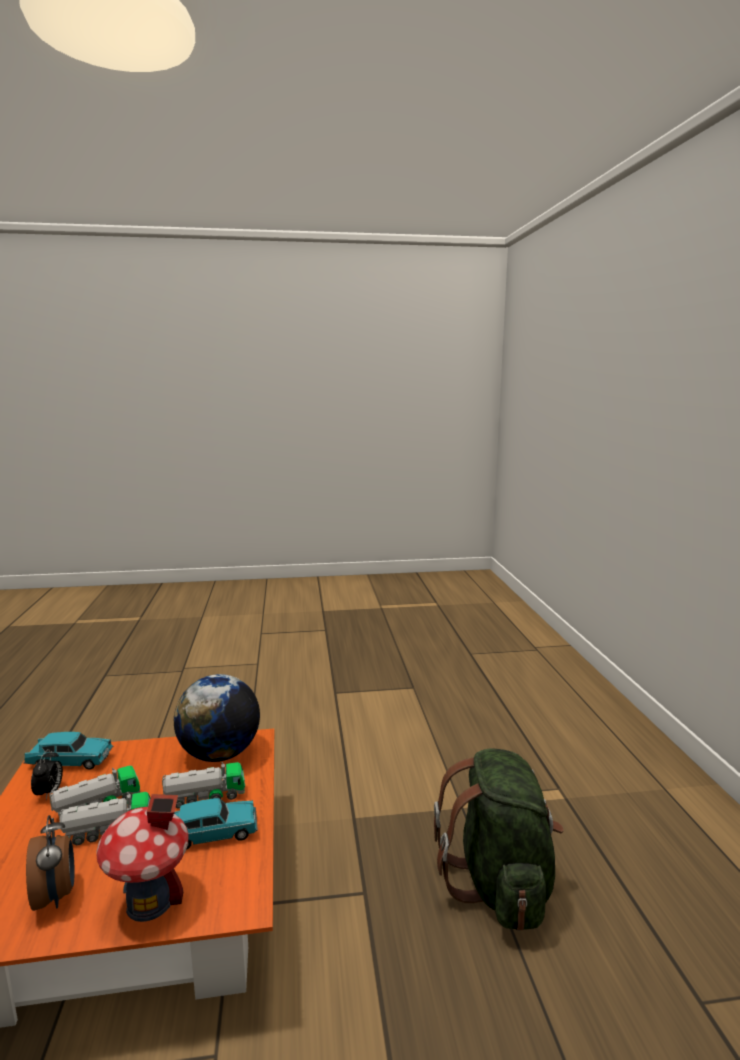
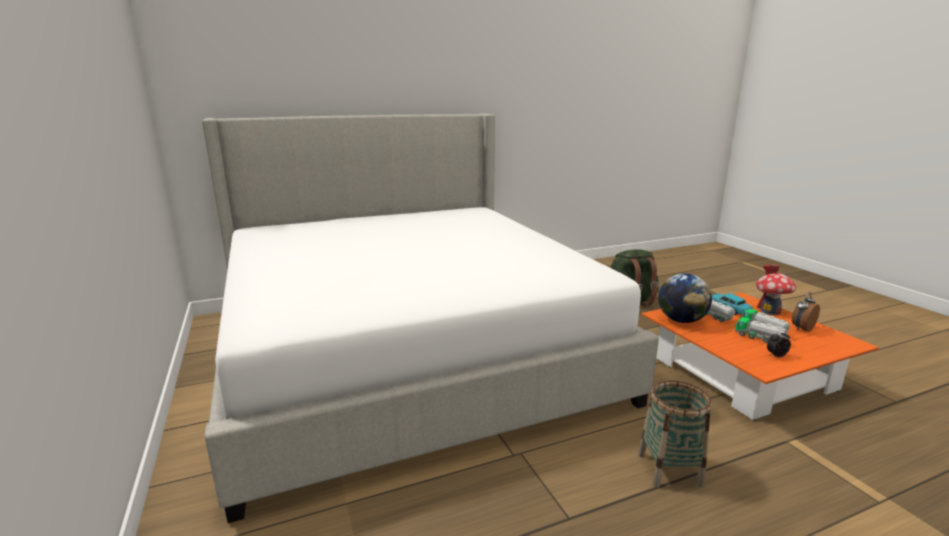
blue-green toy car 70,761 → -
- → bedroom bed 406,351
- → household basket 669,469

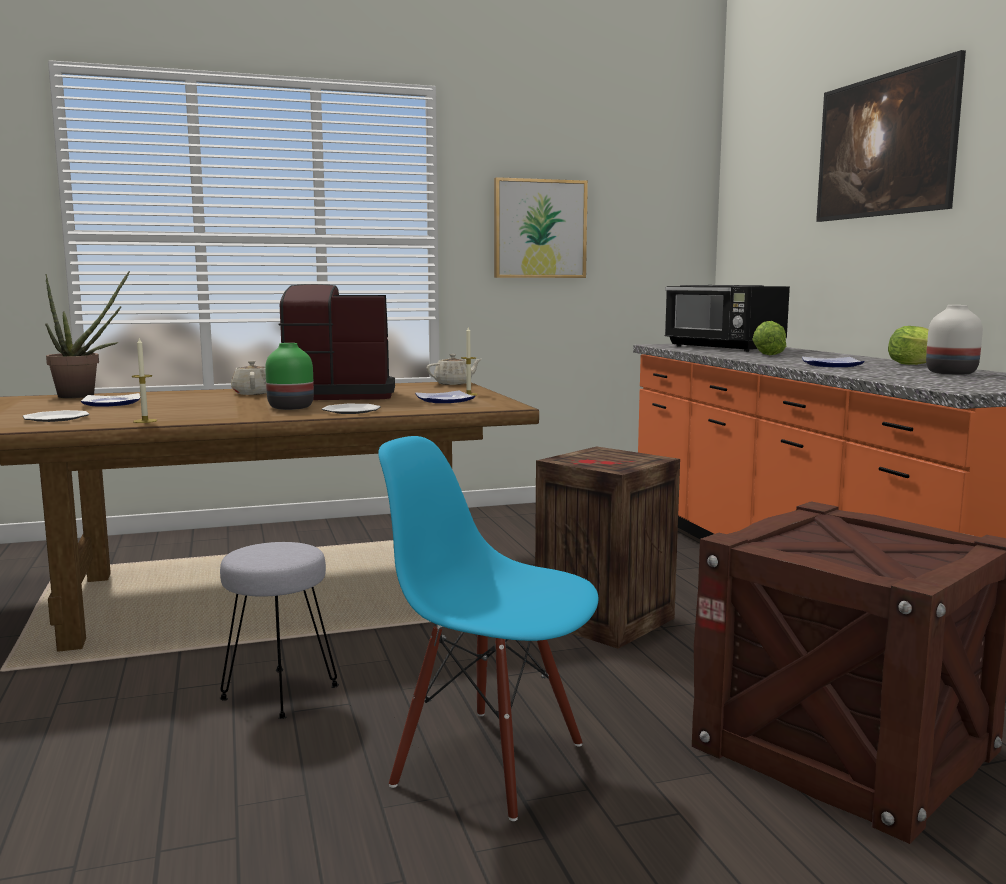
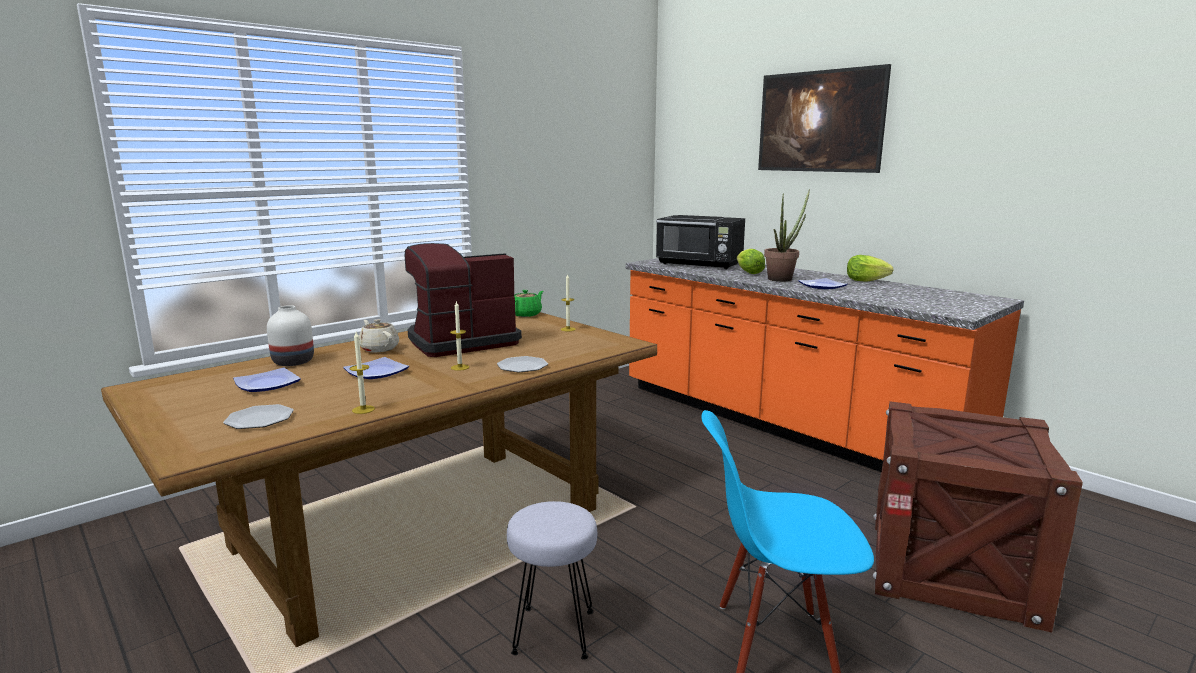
wall picture 540,229 → -
shipping crate 605,621 → -
houseplant 84,396 → houseplant 783,278, relocated
dinner plate 445,400 → dinner plate 377,372, relocated
white flower vase 952,373 → white flower vase 294,362, relocated
green flower vase 292,407 → wax light 460,367
beige-coloured teapot 454,383 → green teapot 526,314

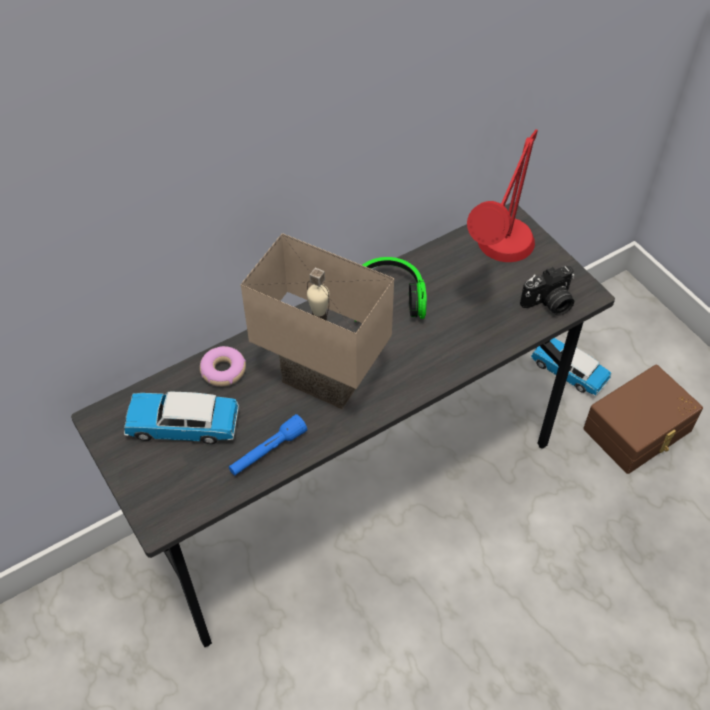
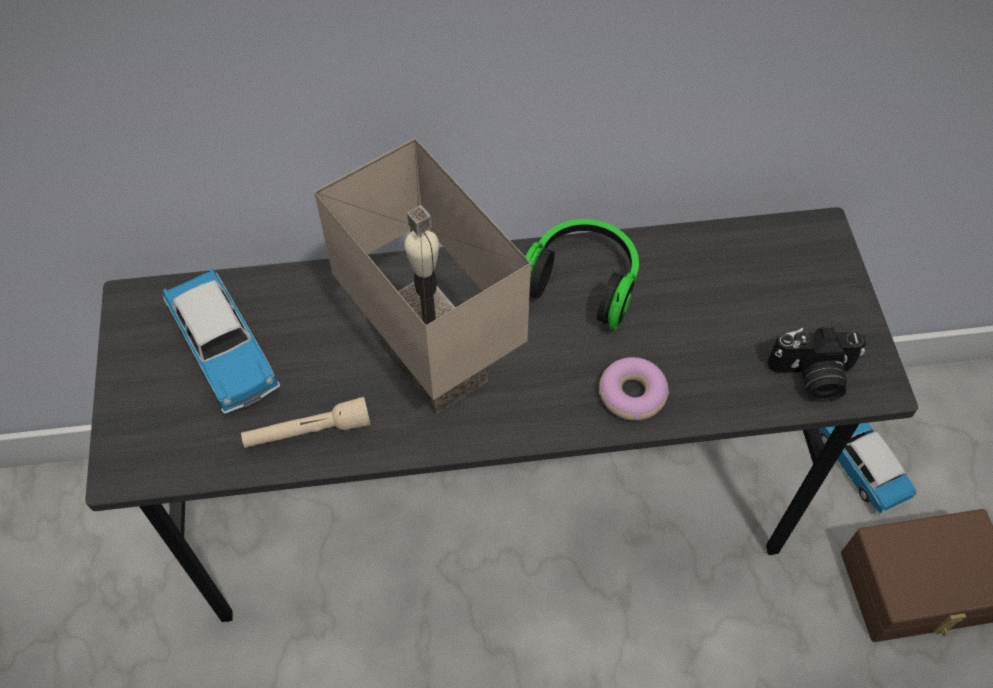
red tabletop lamp 496,261 → -
ring doughnut 223,371 → ring doughnut 632,394, relocated
bluish hand torch 267,451 → beige-coloured hand torch 307,432
toy car 182,425 → toy car 224,351, 150 degrees counterclockwise

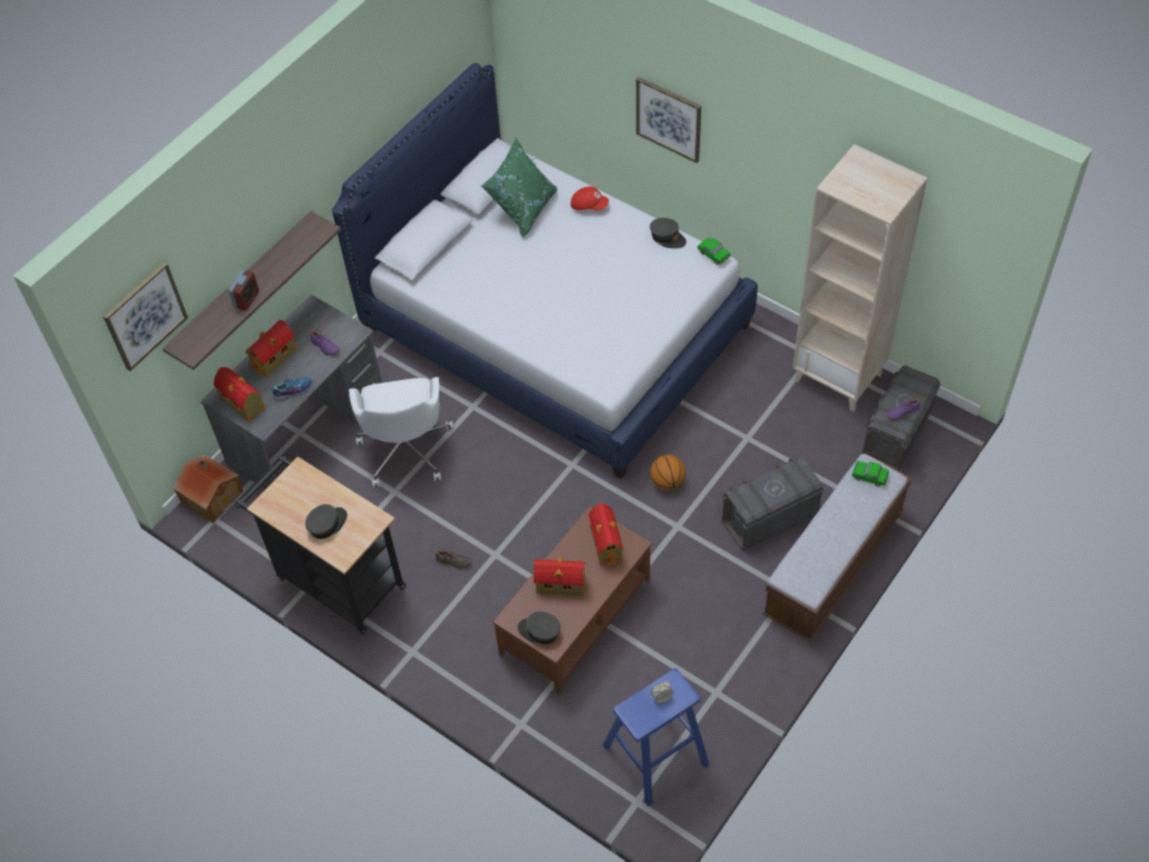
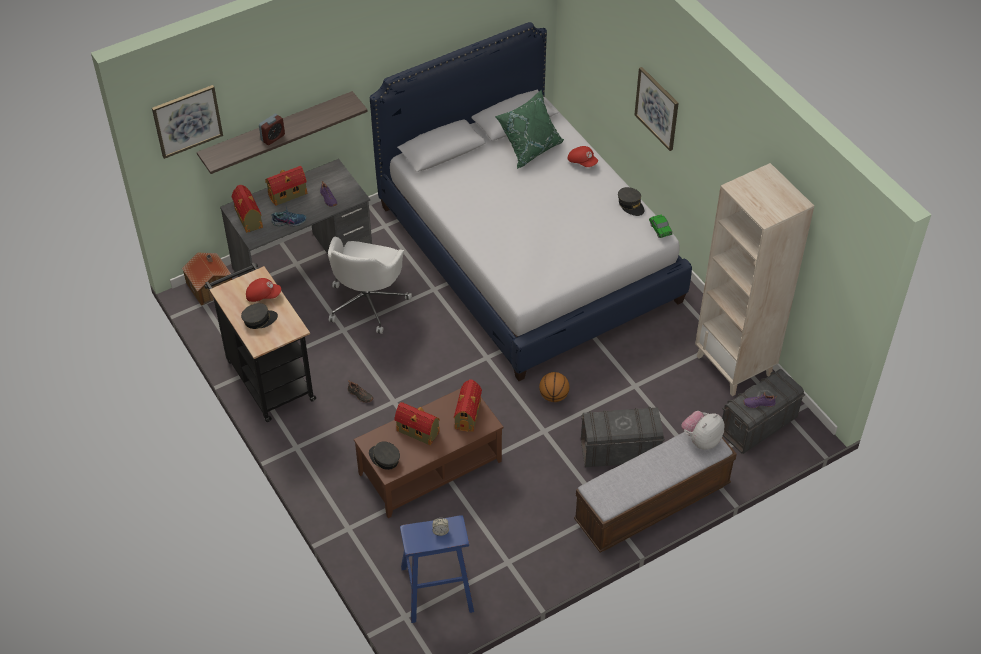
- → red baseball cap 263,295
toy car 869,476 → soft toy 701,440

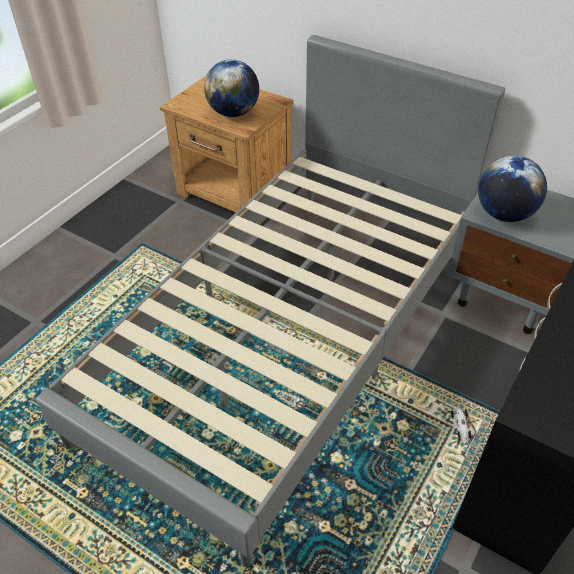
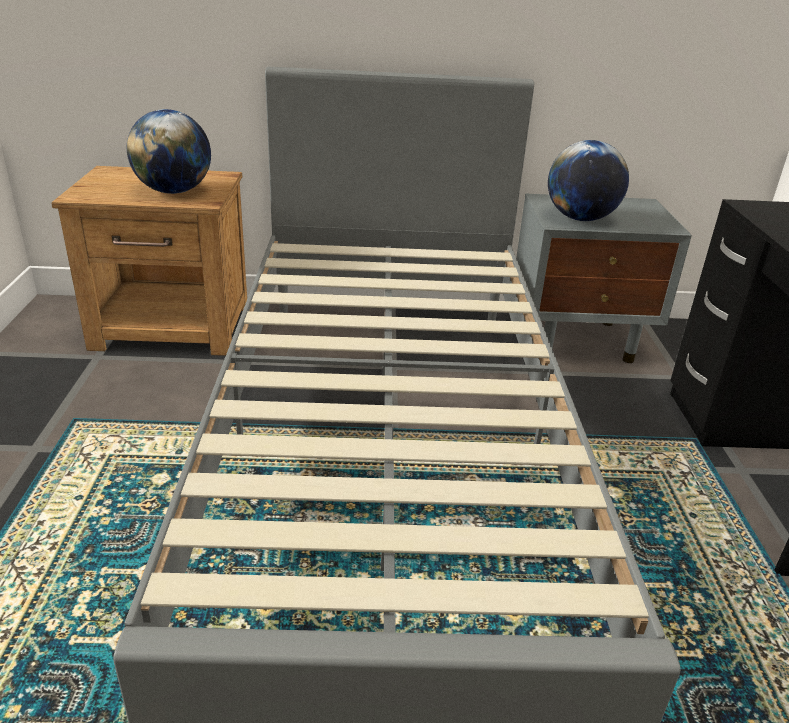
toy car 461,427 → -

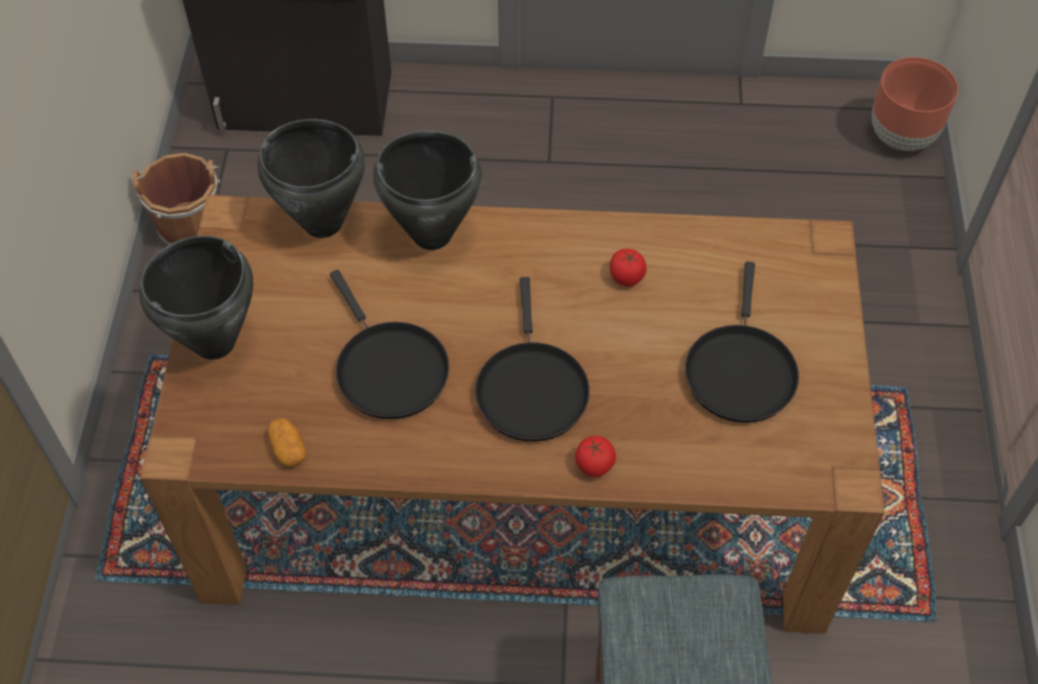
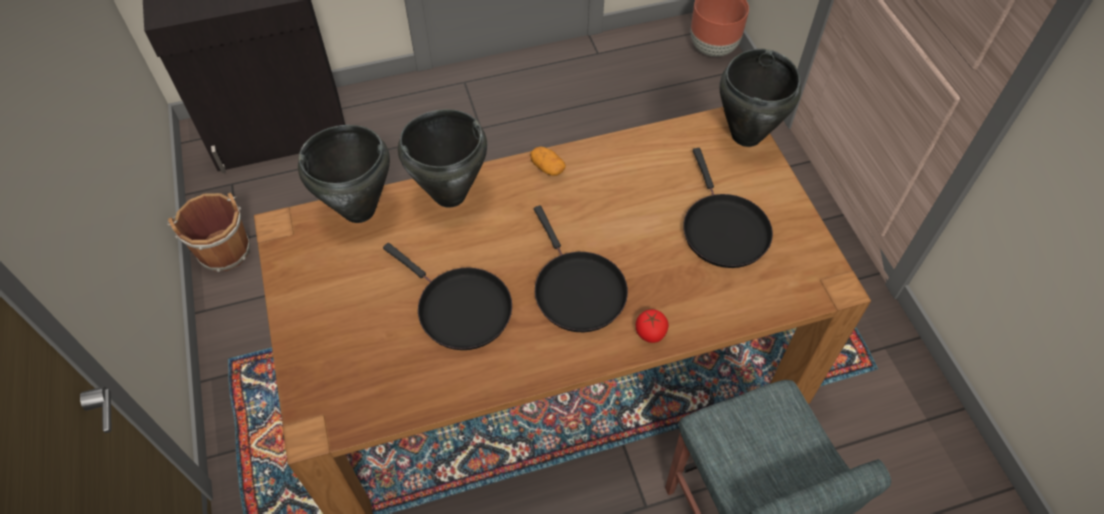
tomato 626,277 → -
blackish saucepot 213,342 → blackish saucepot 745,135, relocated
spud 288,449 → spud 547,168, relocated

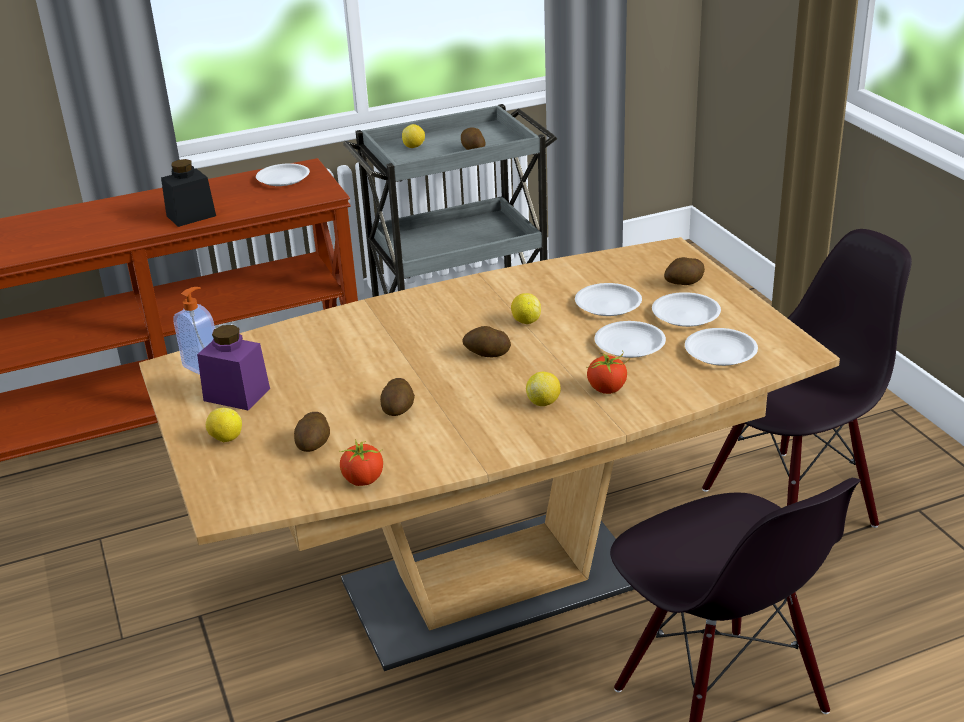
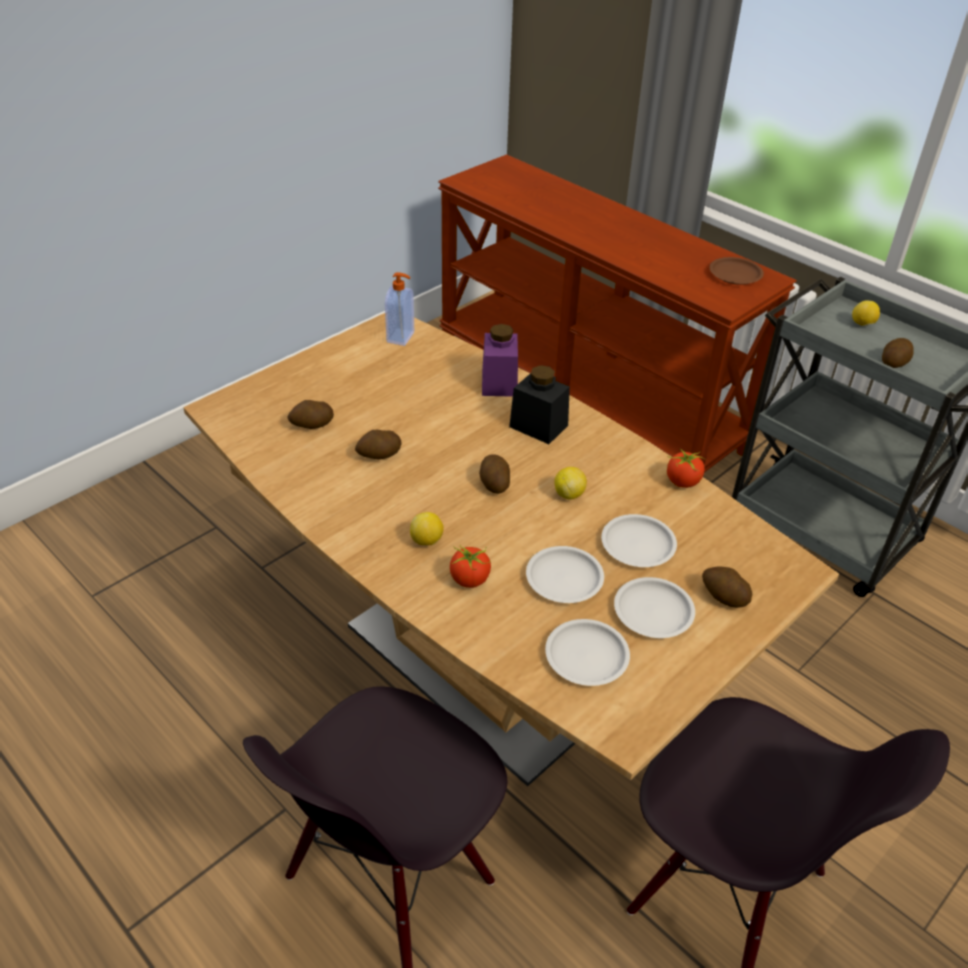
lemon 226,439 → -
blackish storage jar 191,216 → blackish storage jar 538,426, relocated
purple-coloured storage jar 237,394 → purple-coloured storage jar 499,383, relocated
tomato 363,480 → tomato 682,482, relocated
white dinner plate 283,178 → brownish dinner plate 735,275

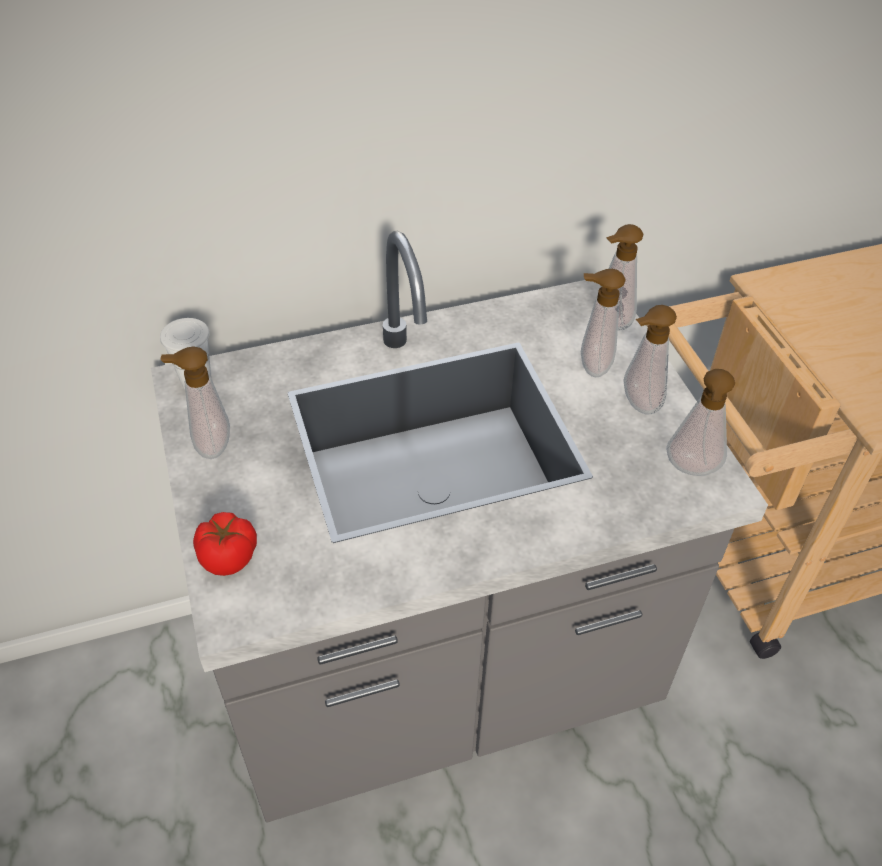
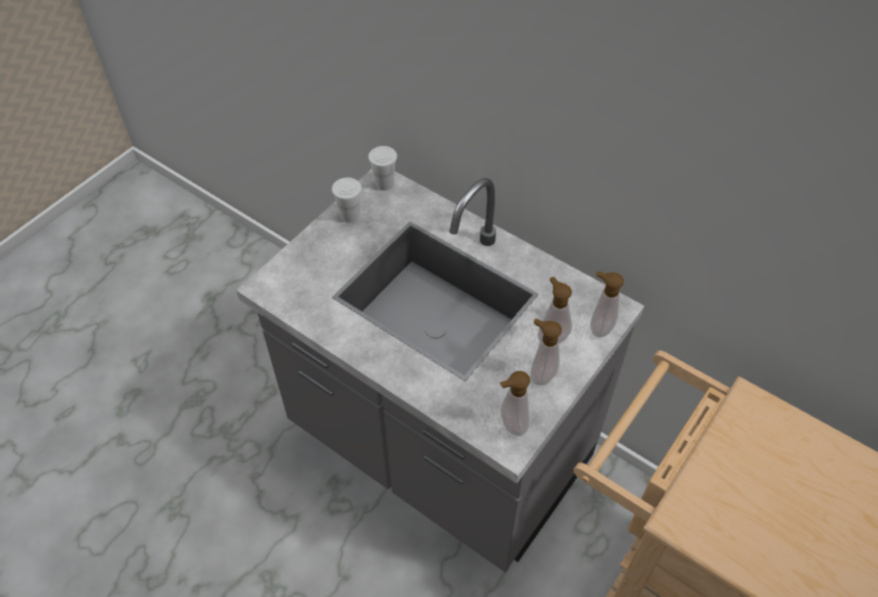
tomato 230,557 → -
soap dispenser 209,446 → white drinking cup 349,216

